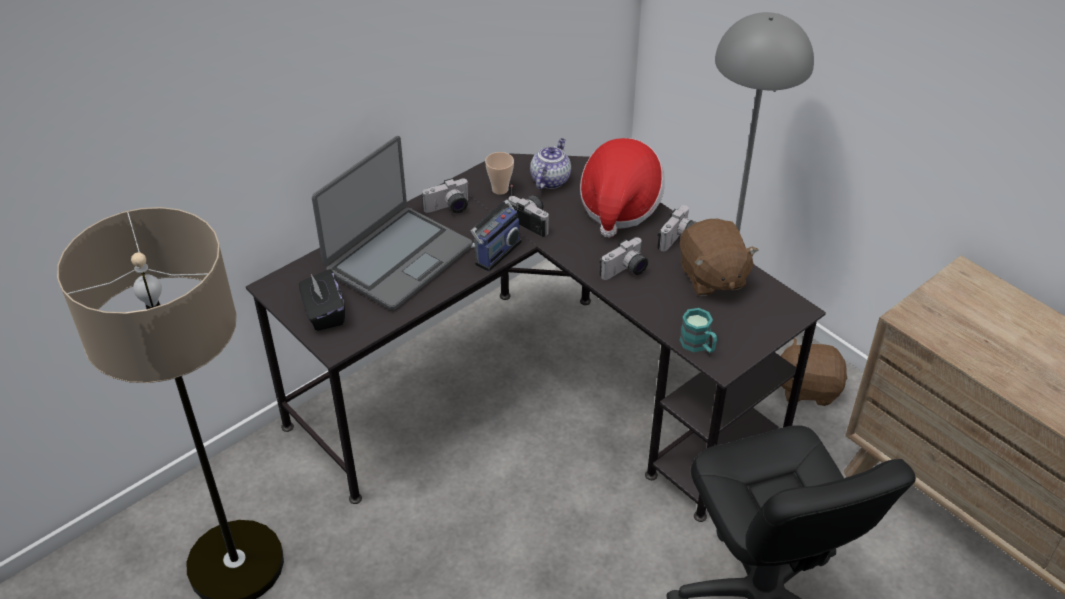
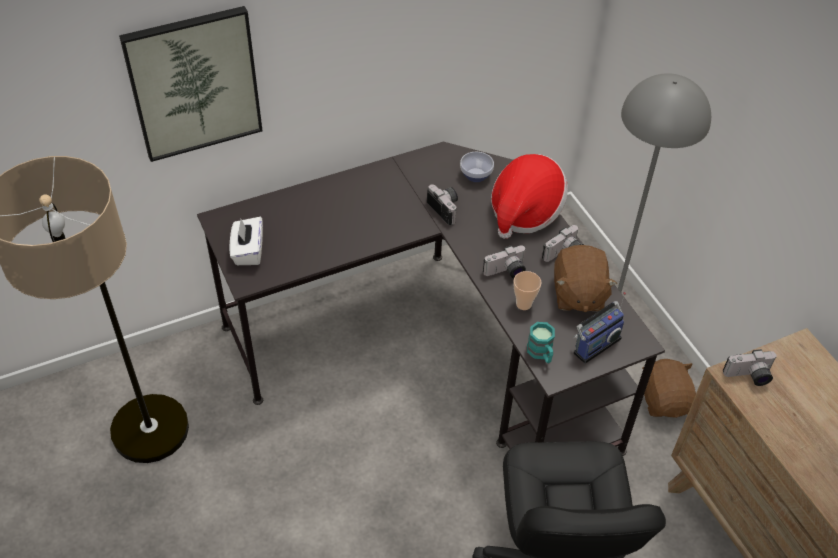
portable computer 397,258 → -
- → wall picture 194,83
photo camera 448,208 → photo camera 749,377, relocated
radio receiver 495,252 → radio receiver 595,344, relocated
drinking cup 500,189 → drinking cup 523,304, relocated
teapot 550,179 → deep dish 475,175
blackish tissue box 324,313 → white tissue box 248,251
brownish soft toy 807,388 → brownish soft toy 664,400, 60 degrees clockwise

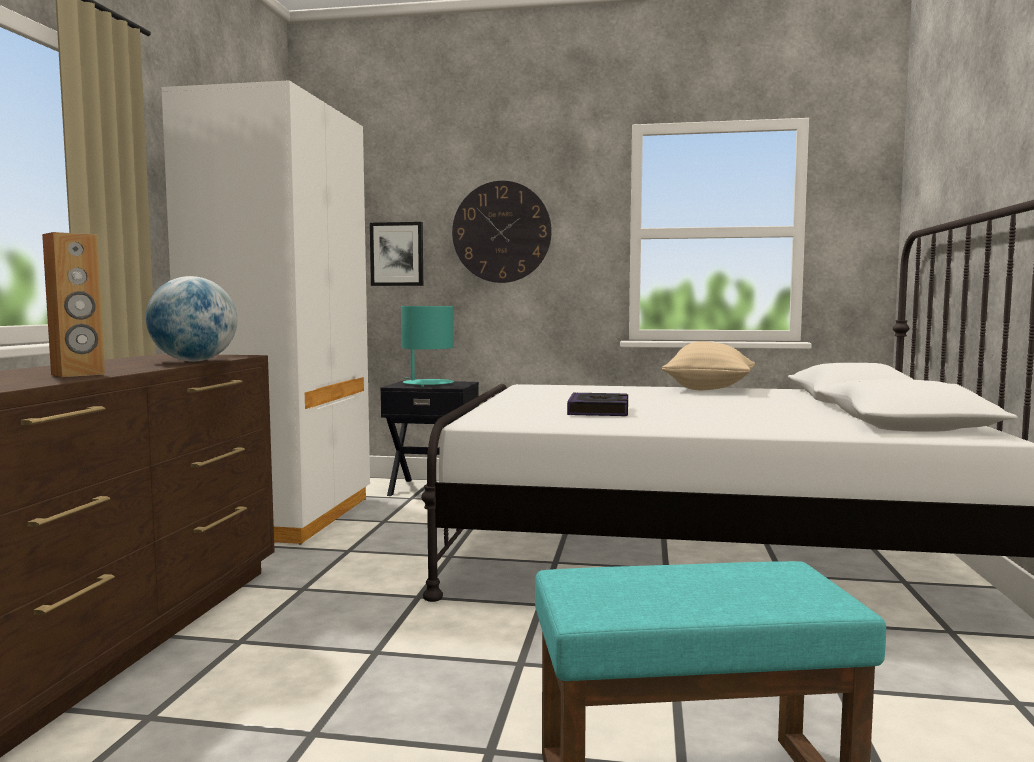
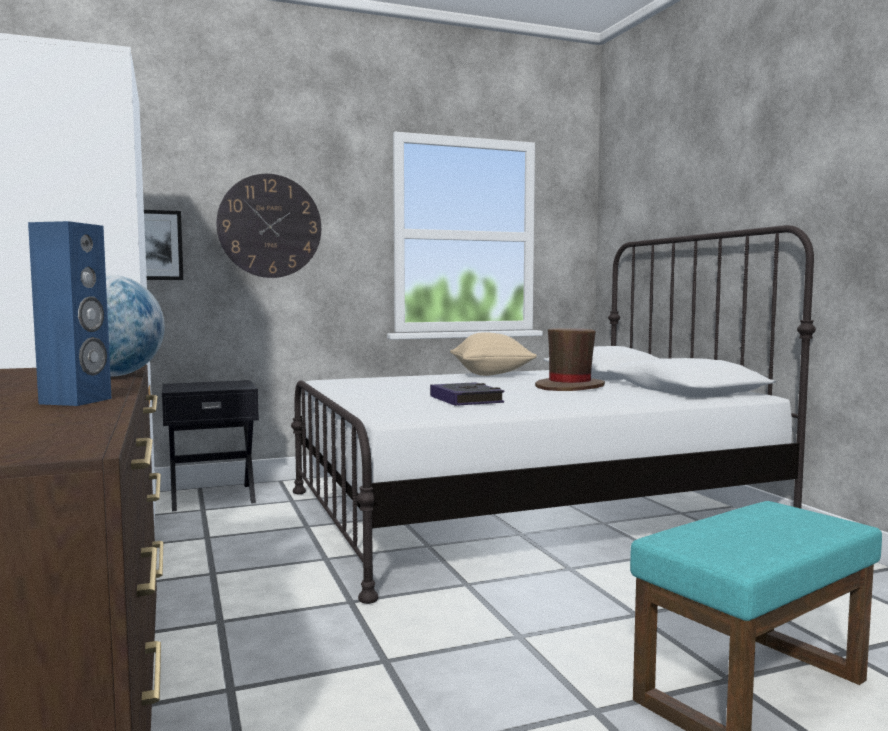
blue-green tabletop lamp 427,384 → -
- → brownish clothing hat 570,387
brownish loudspeaker 78,374 → bluish loudspeaker 76,401

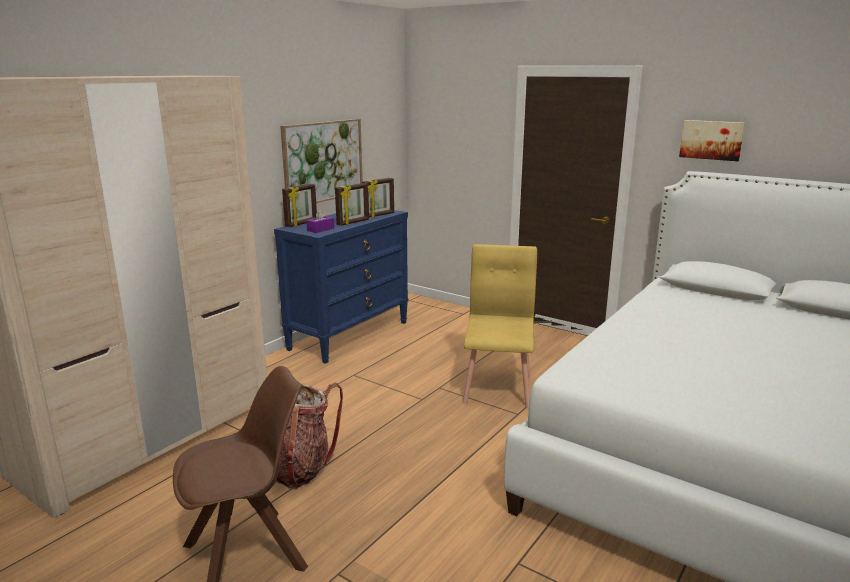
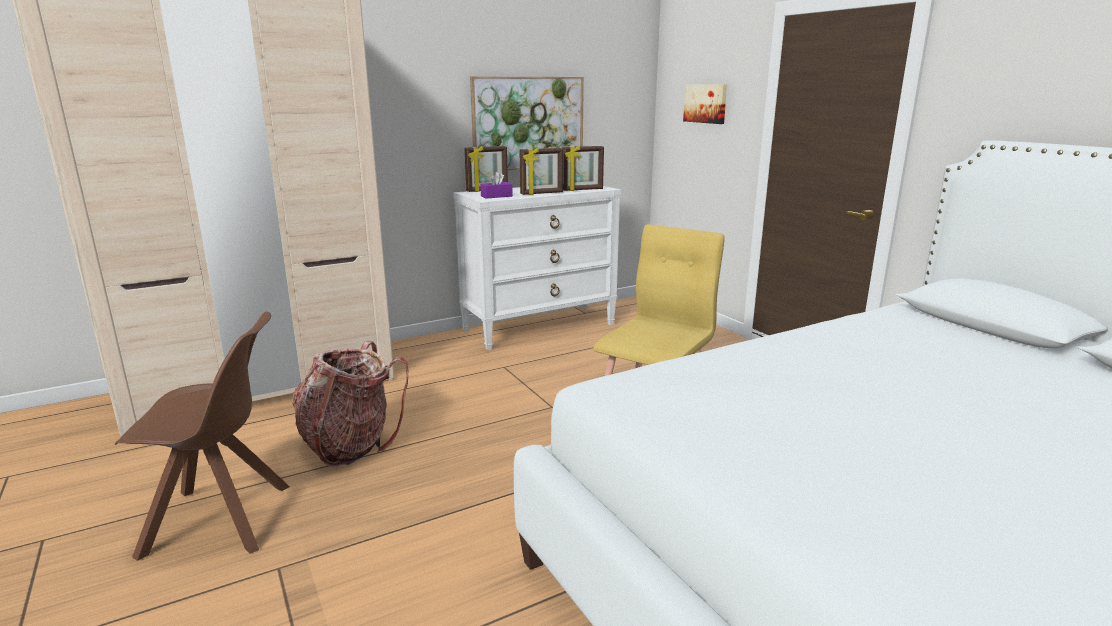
wall picture 711,140 → wall picture 706,103, relocated
bluish drawer chest 349,335 → white drawer chest 539,327

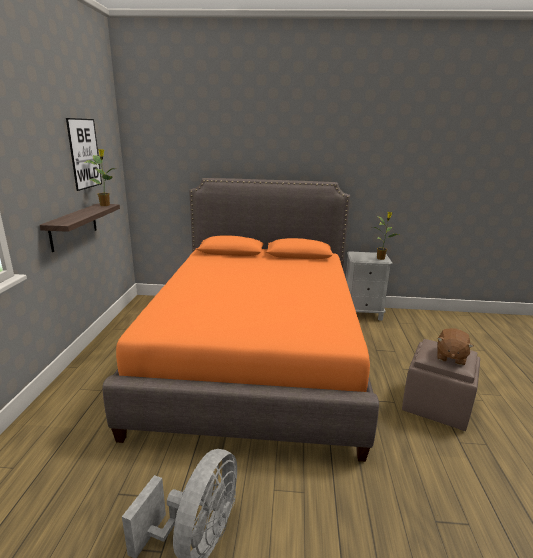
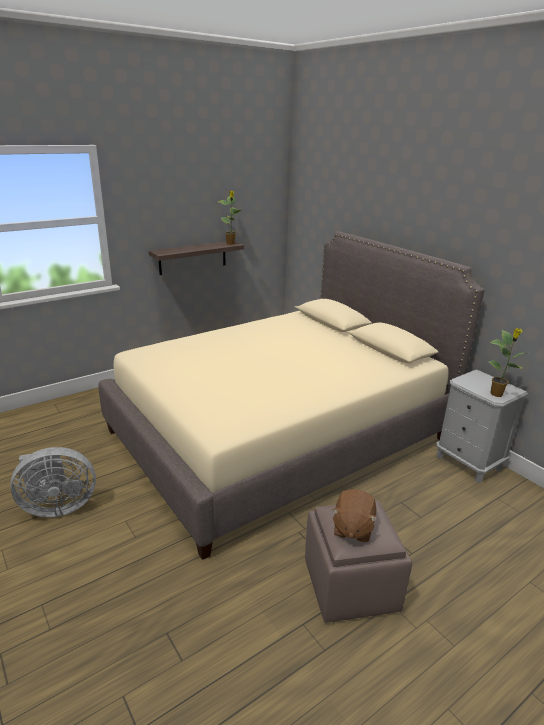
wall picture 84,153 → -
orange-coloured bedroom bed 256,355 → beige-coloured bedroom bed 279,435
brownish soft toy 450,357 → brownish soft toy 352,528, 60 degrees counterclockwise

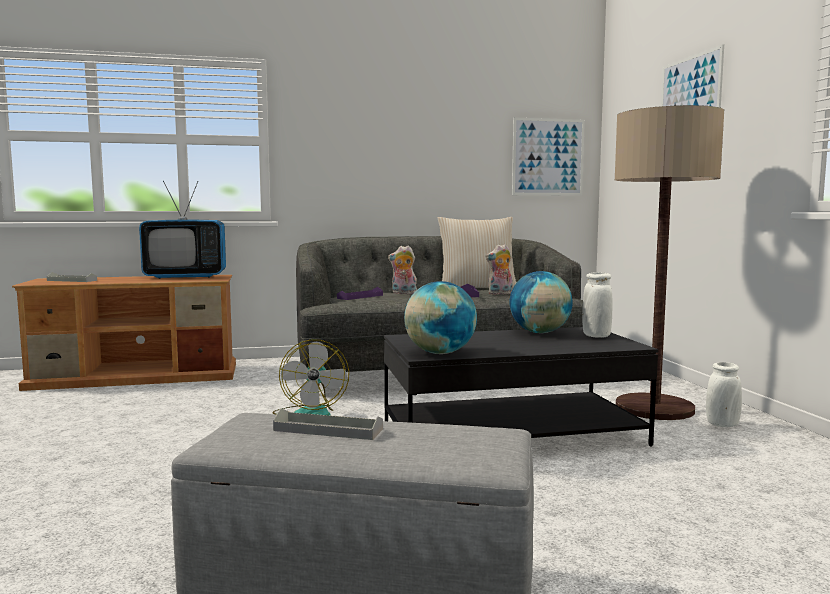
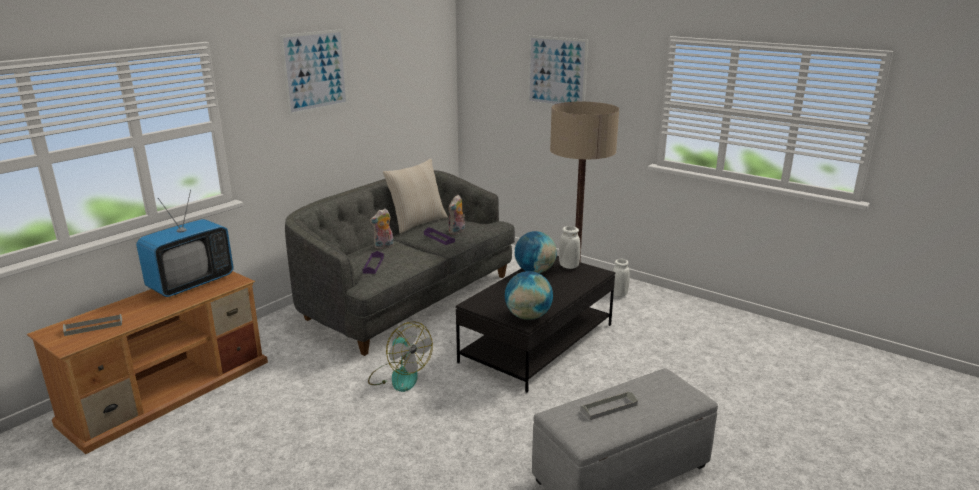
wall picture 548,157 → wall picture 315,71, relocated

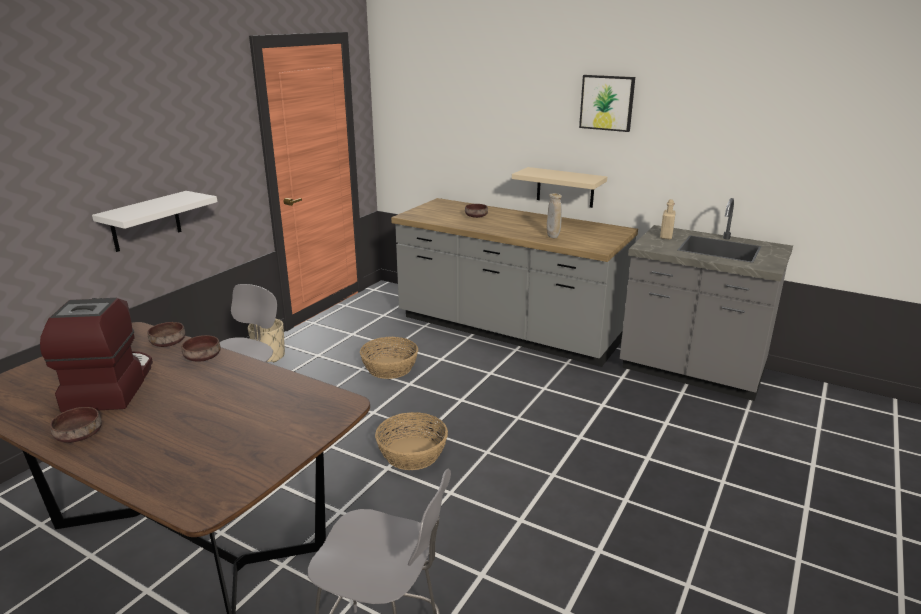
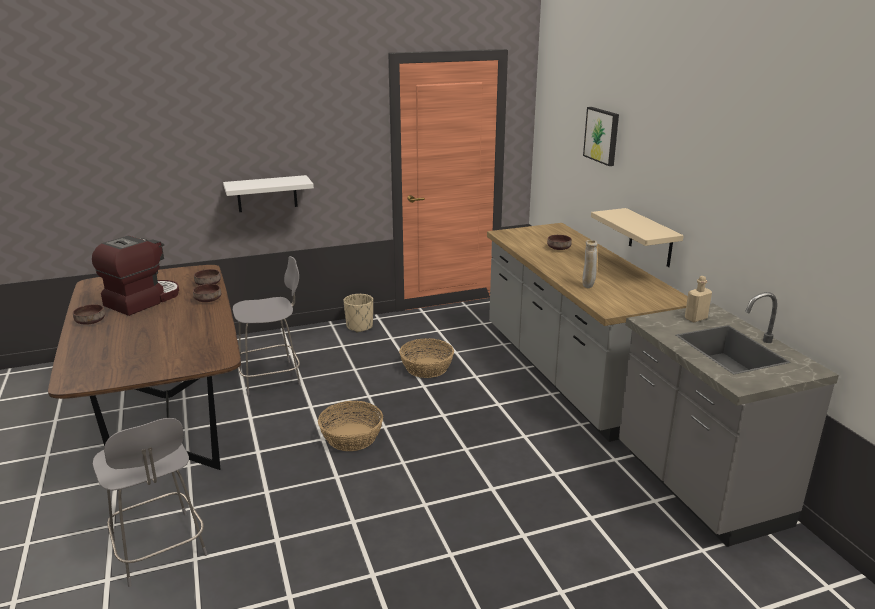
wall picture 607,102 → wall picture 602,135, relocated

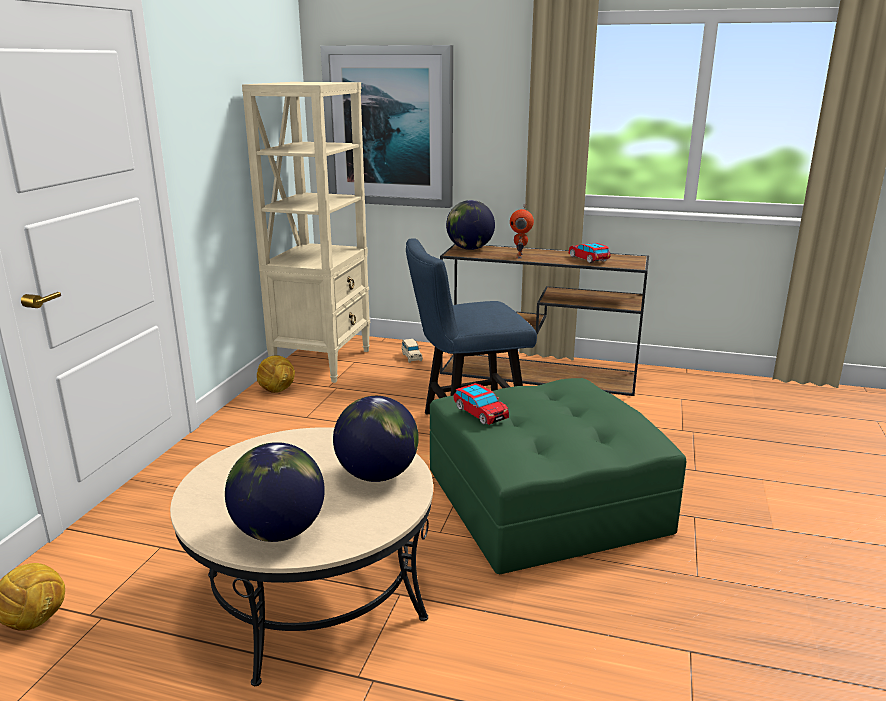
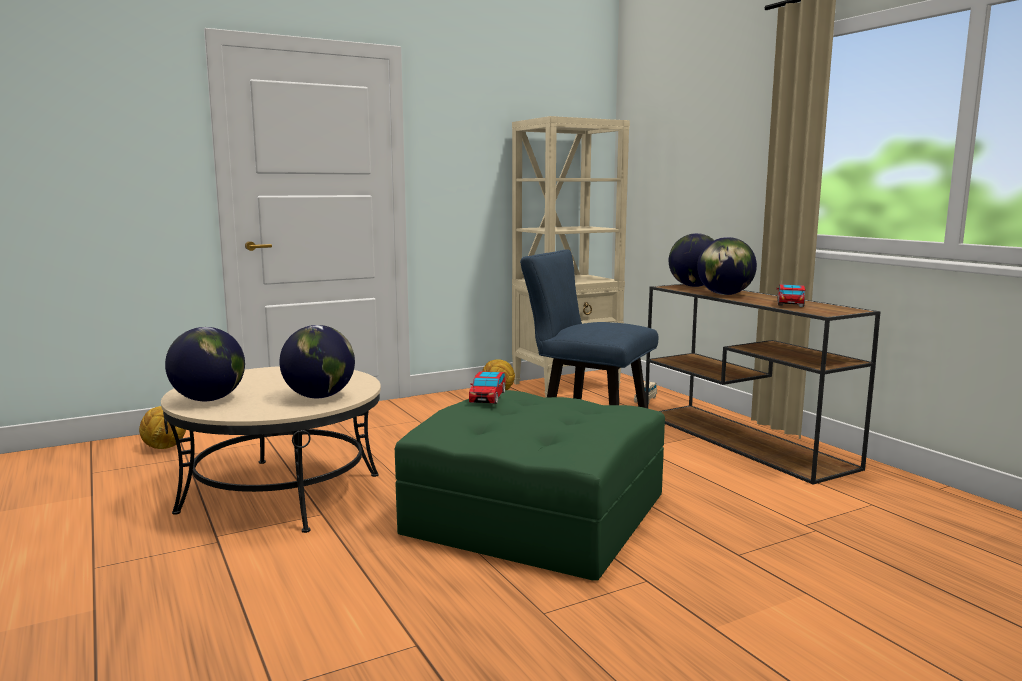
wall picture 389,127 → -
robot figure 520,256 → desk globe 725,294

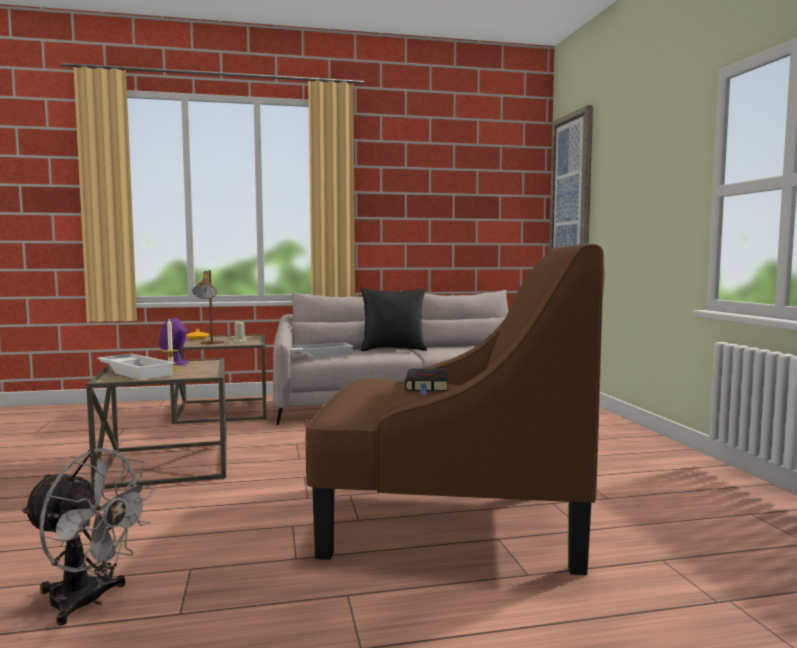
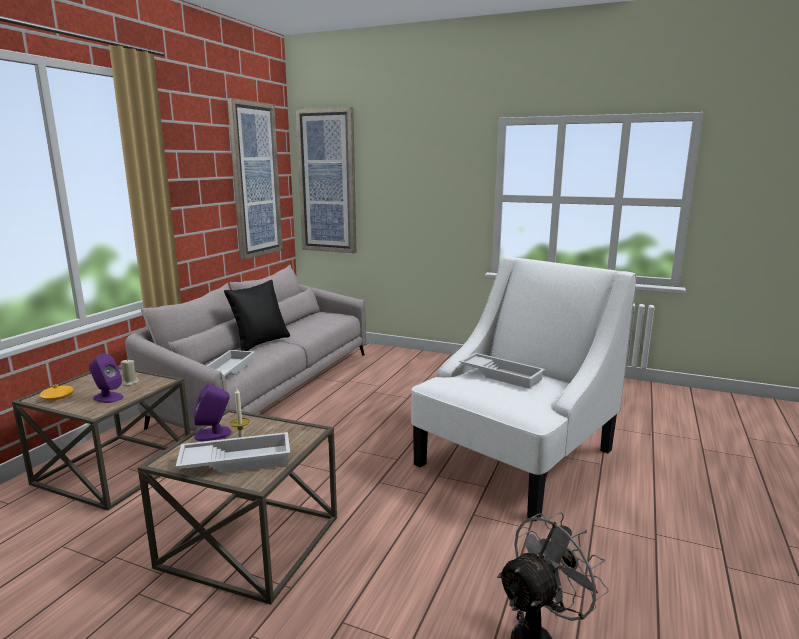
- → wall picture 255,180
brownish tabletop lamp 209,343 → purple-coloured loudspeaker 108,397
blackish book 427,385 → white serving tray 502,375
brownish armchair 450,519 → white armchair 514,457

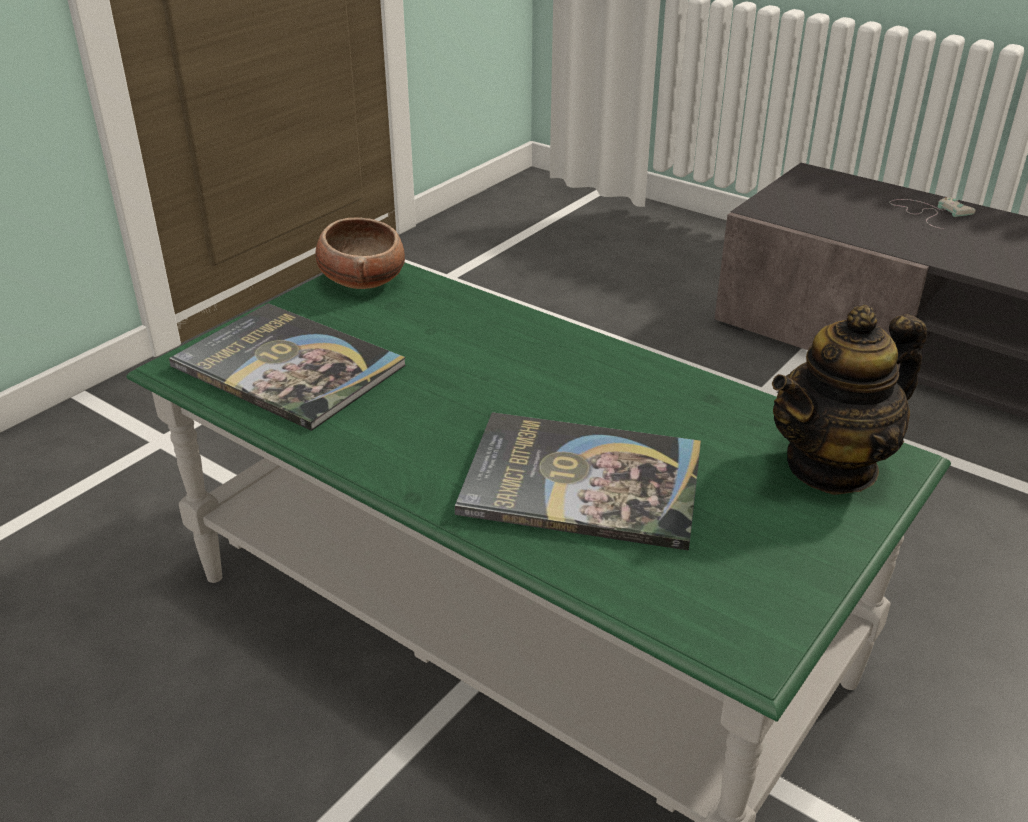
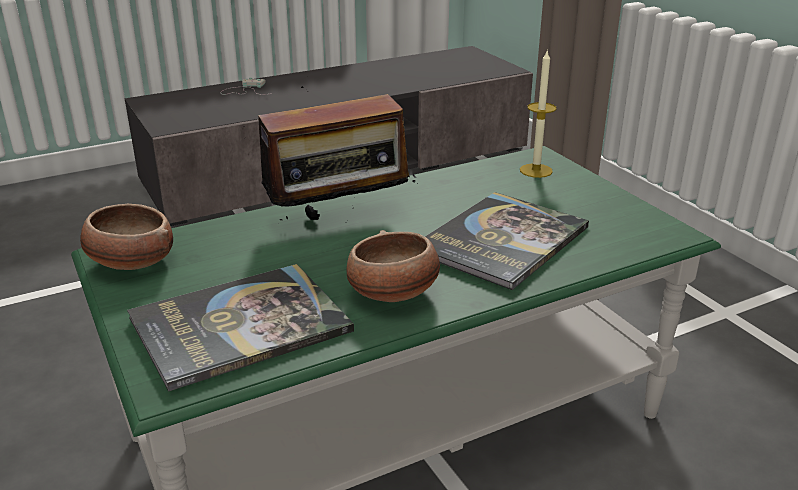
- → radio receiver 339,221
- → deep dish 393,294
teapot 832,466 → wax light 536,170

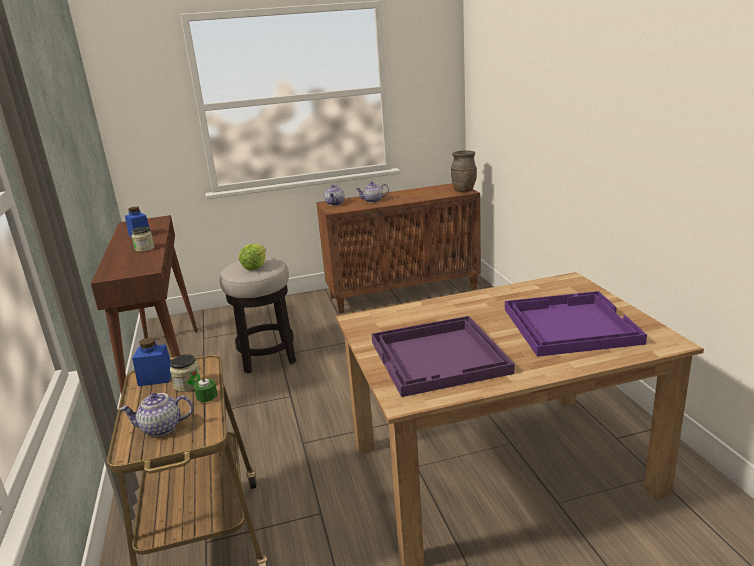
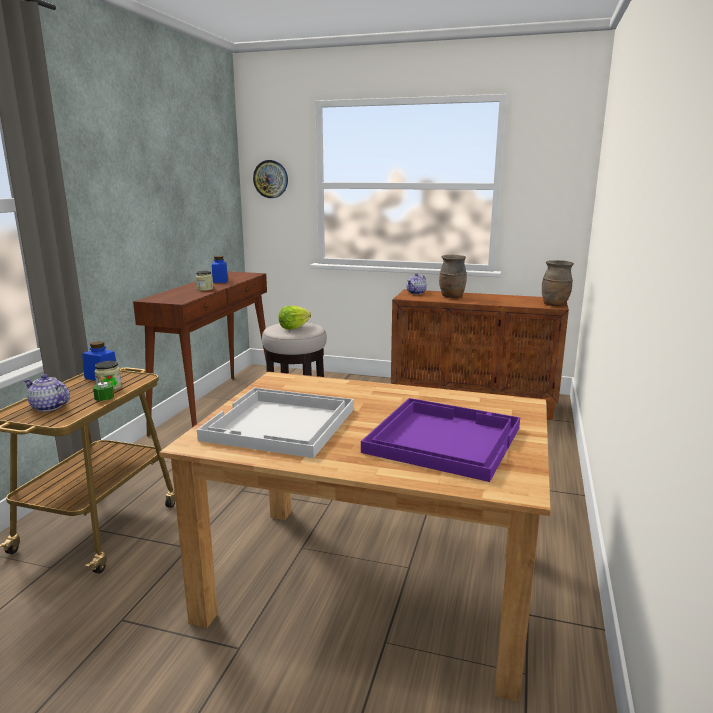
- → wall clock 271,179
teapot 373,201 → brownish flower vase 452,297
purple-coloured serving tray 440,357 → white serving tray 281,424

